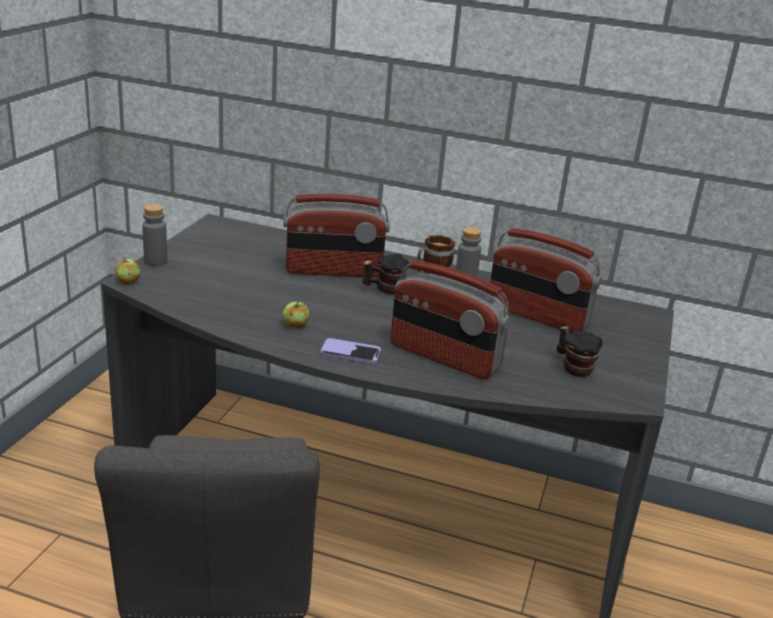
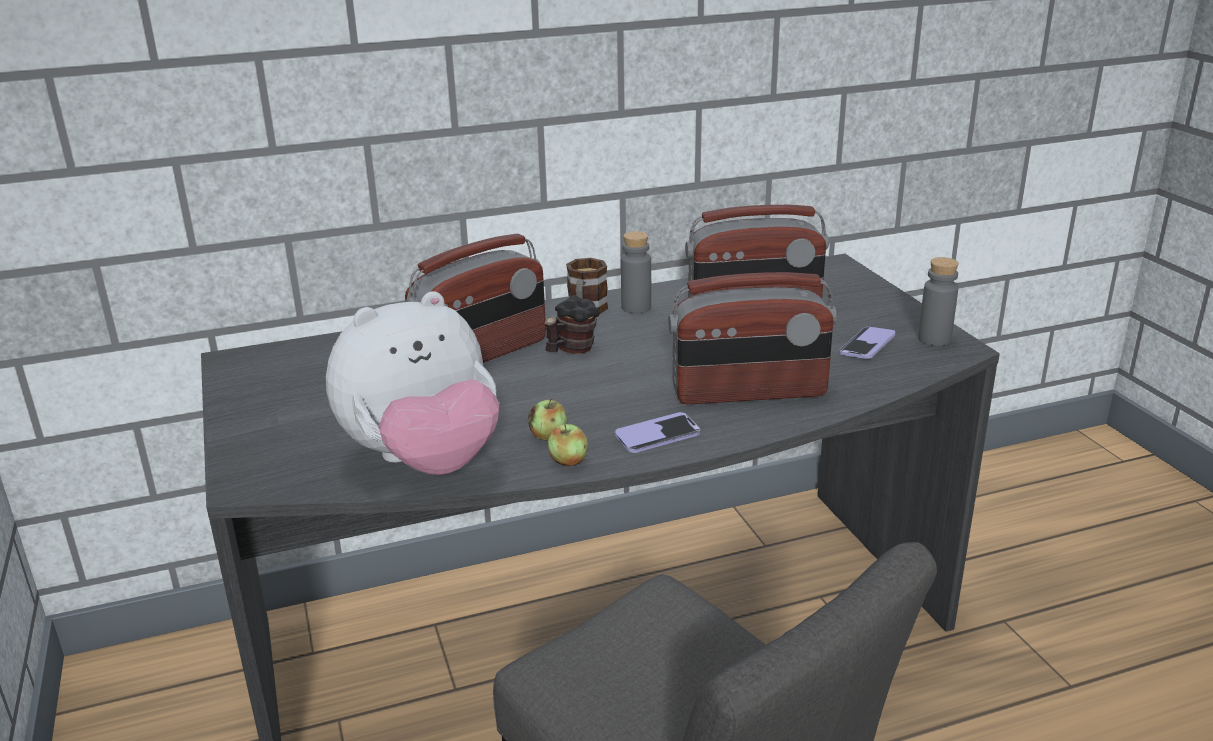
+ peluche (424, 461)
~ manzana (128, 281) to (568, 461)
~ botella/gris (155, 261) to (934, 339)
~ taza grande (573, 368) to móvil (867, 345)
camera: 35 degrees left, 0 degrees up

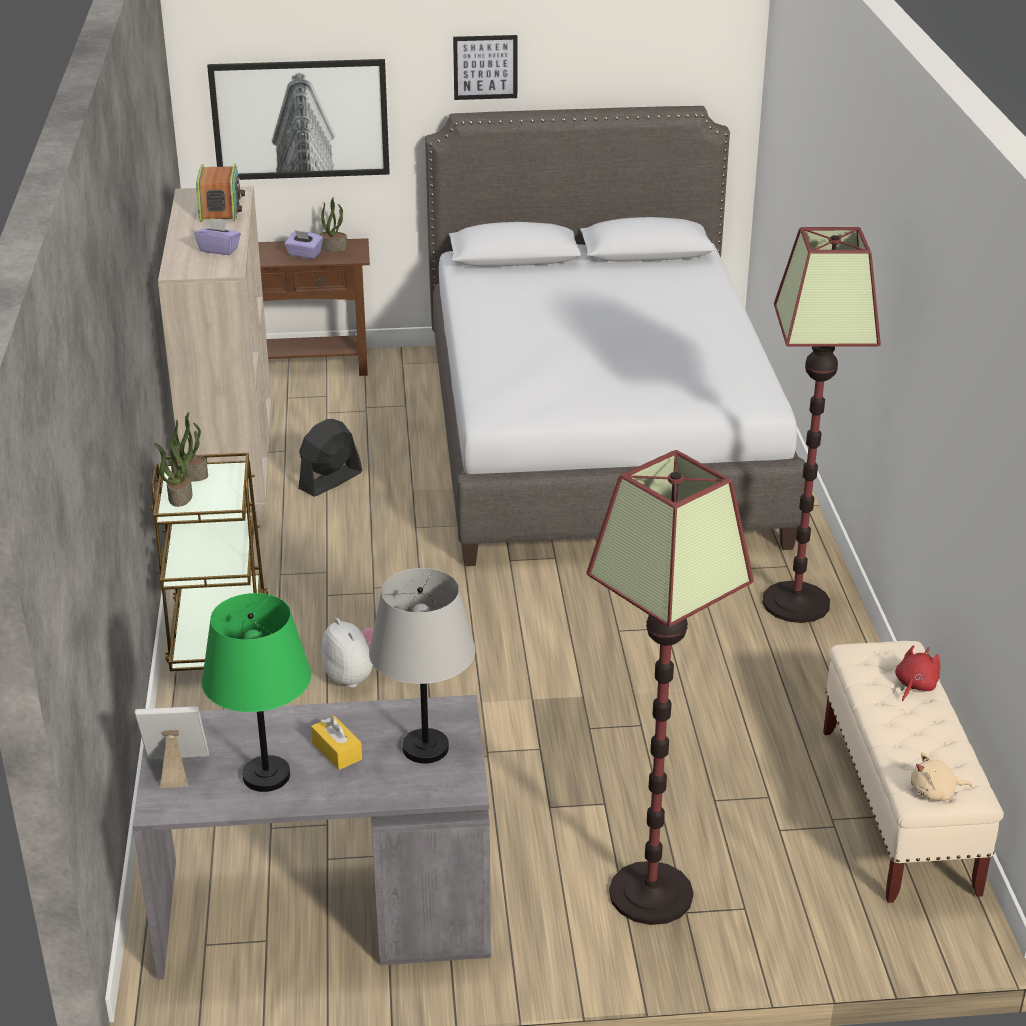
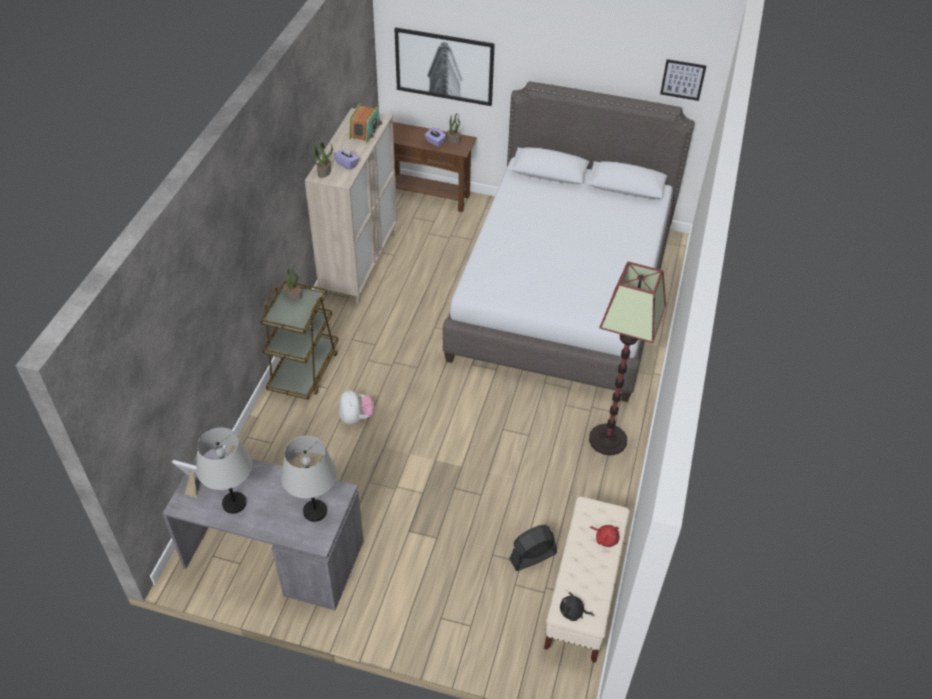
- caja de pañuelos/amarillo (337, 751)
- lámpara de pie (651, 894)
~ planta en maceta (179, 496) to (324, 171)
~ ventilador/negro (330, 480) to (532, 556)
~ cuadro (485, 67) to (683, 79)
~ lámpara de mesa/verde (265, 775) to lámpara de mesa/gris (234, 503)
~ peluche/beis (935, 792) to peluche/negro (573, 612)
~ peluche/rojo (914, 686) = (605, 538) 75 degrees clockwise
camera: 20 degrees right, 15 degrees up

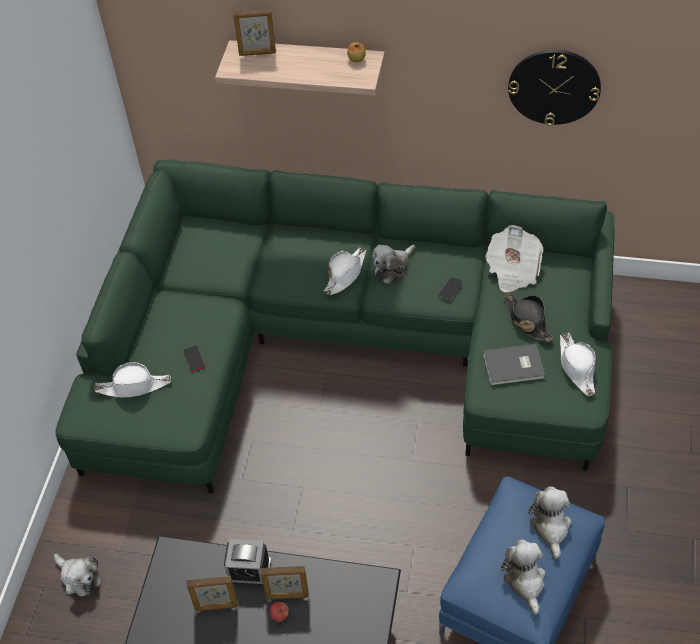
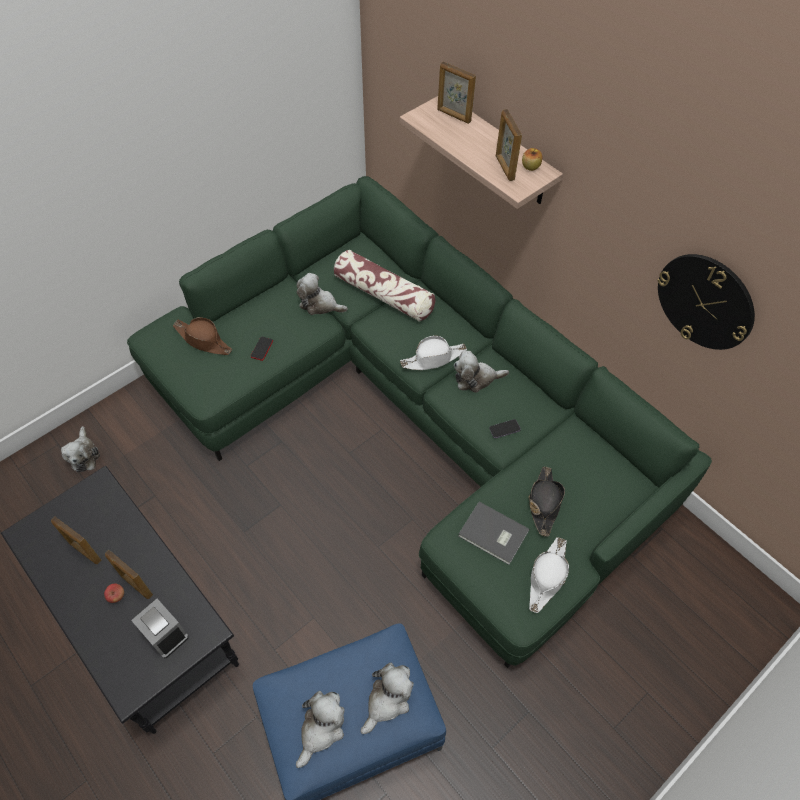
- periódico (512, 270)
+ peluche (319, 304)
+ cojín (384, 295)
+ portarretratos (504, 168)
~ despertador (248, 571) to (164, 633)
~ sombrero/blanco (134, 386) to sombrero/marrón (203, 340)
camera: 35 degrees right, 5 degrees up

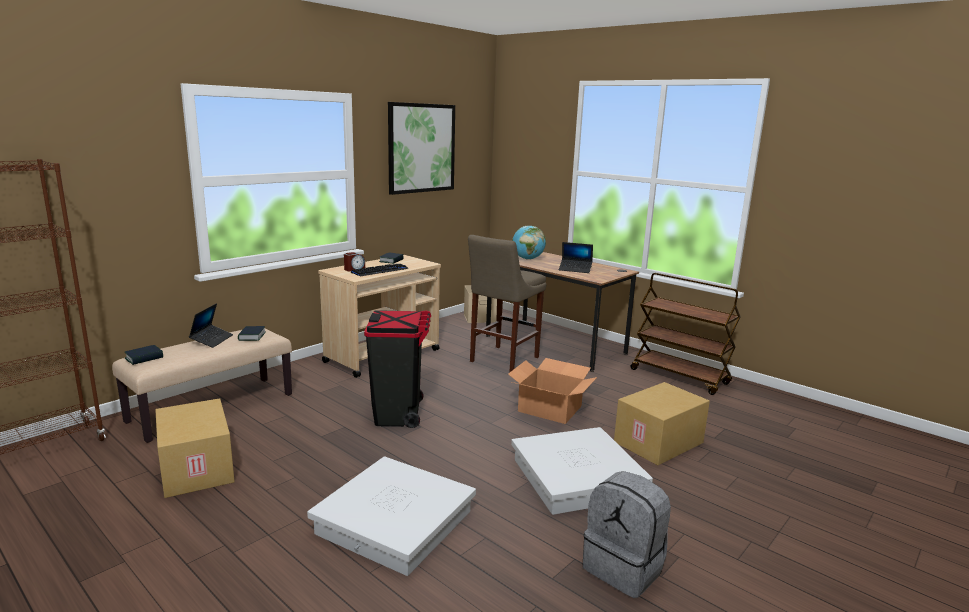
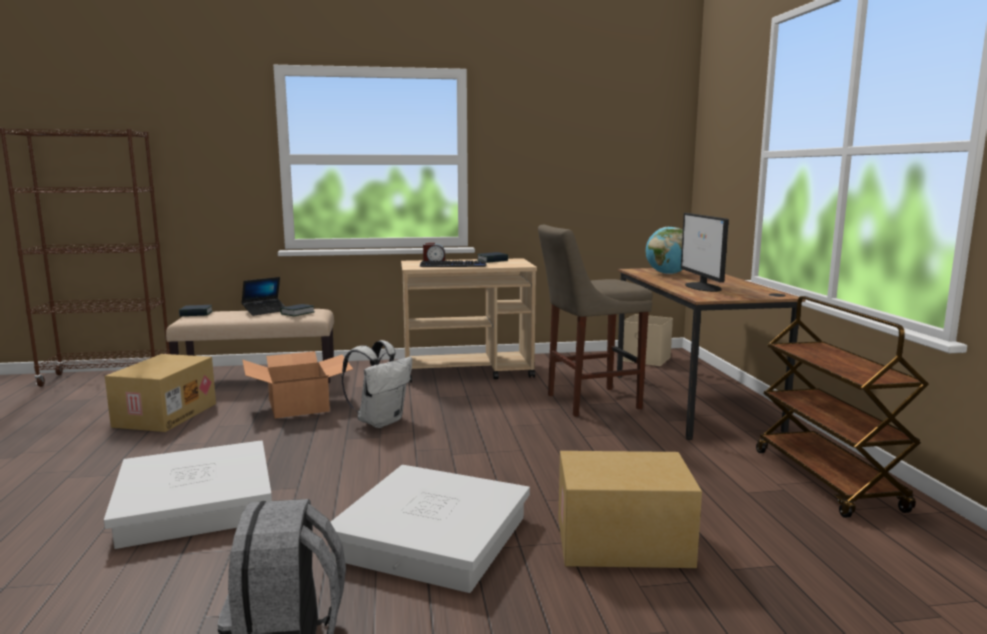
- cuadro (421, 148)
~ caja de cartón (550, 408) to (299, 405)
~ papelera/negro (398, 414) to mochila/blanco (380, 421)
~ portátil (575, 269) to monitor (703, 287)
camera: 40 degrees right, 5 degrees down

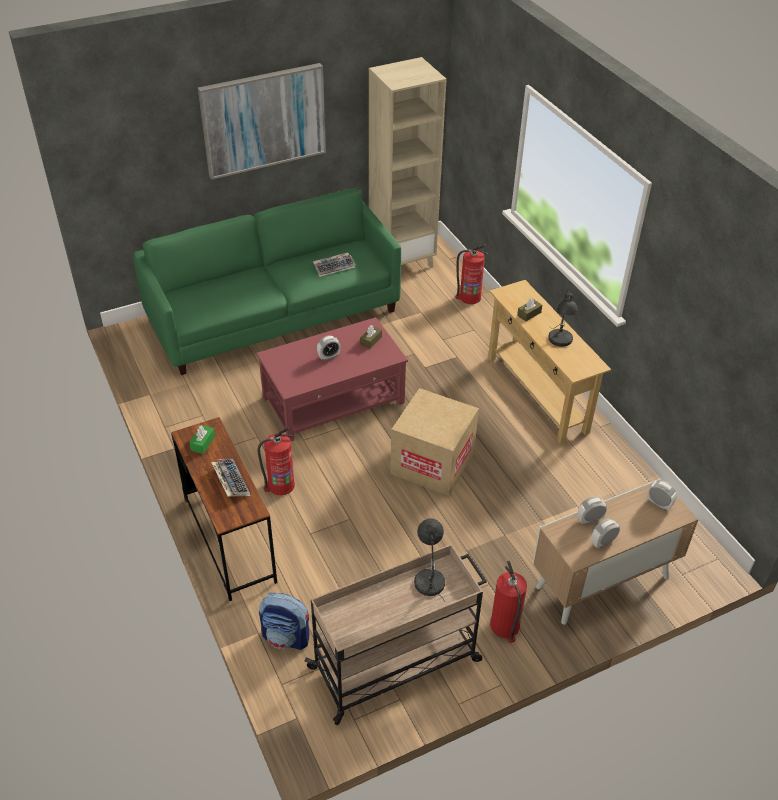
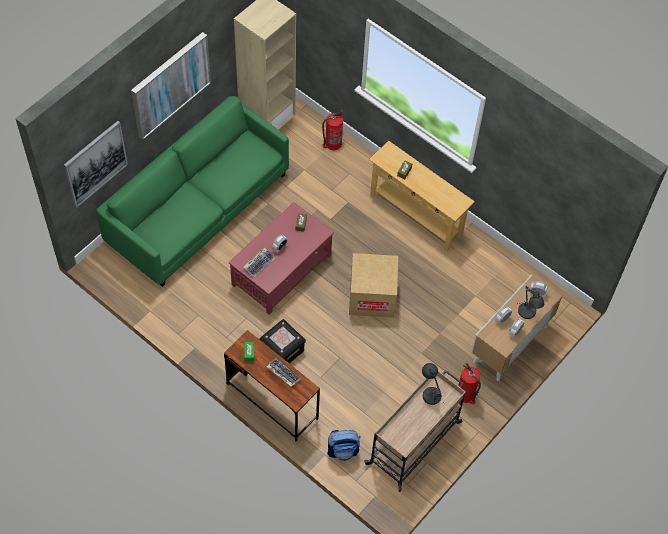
+ cuadro (95, 163)
~ teclado (334, 267) to (259, 263)
~ lámpara de mesa/gris (560, 341) to (527, 313)
~ extintor (280, 485) to caja de almacenaje/negro (282, 350)
camera: 25 degrees left, 15 degrees up

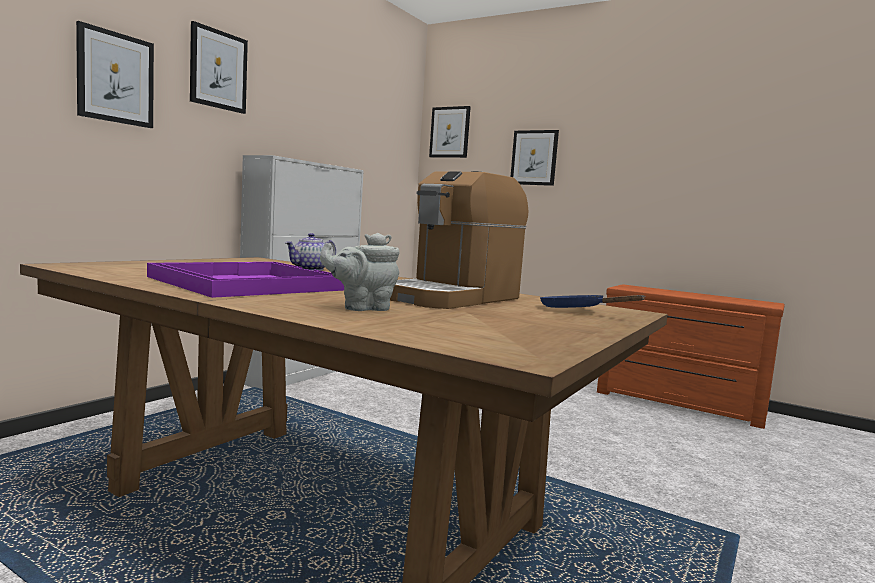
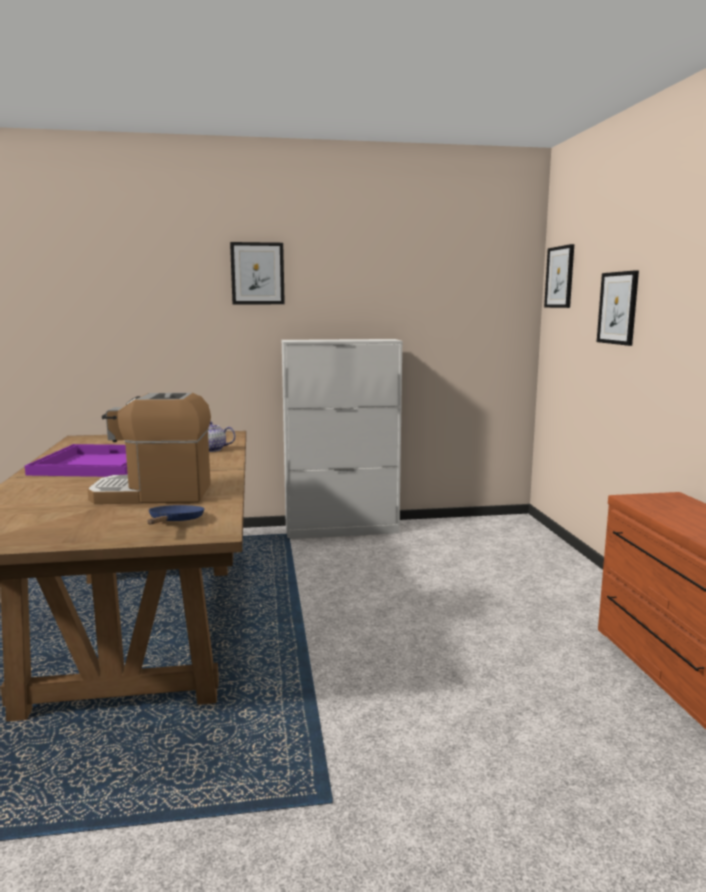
- cuadro (115, 78)
- tetera/gris (362, 308)
camera: 50 degrees right, 5 degrees up

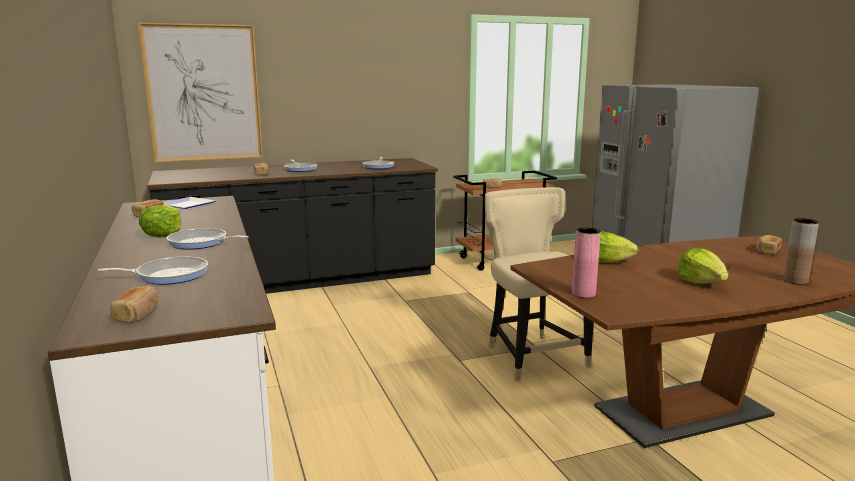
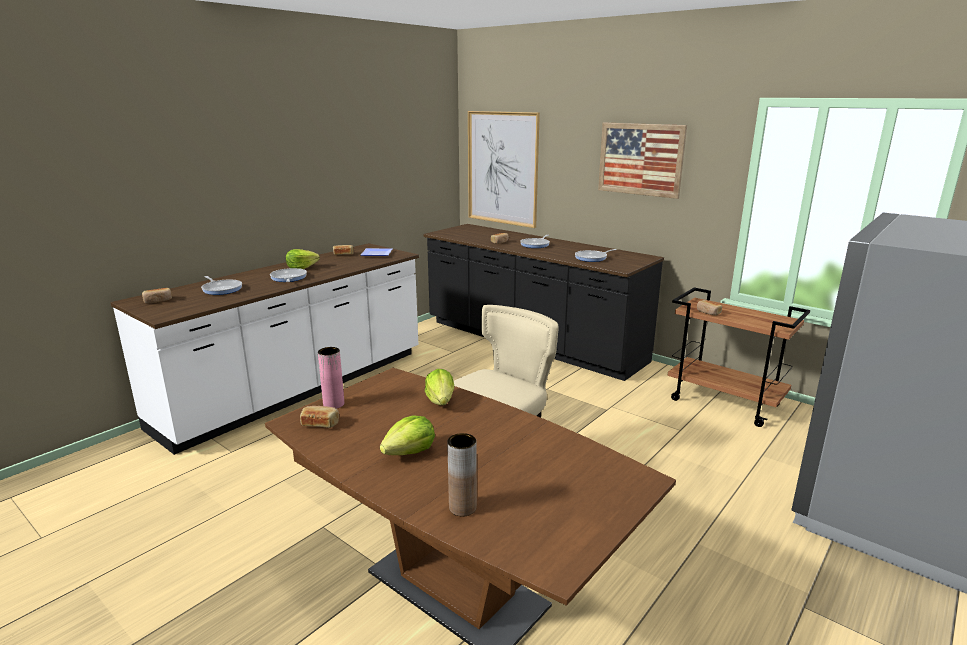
+ cuadro (640, 159)
~ pan (767, 251) to (320, 423)
camera: 60 degrees right, 5 degrees up

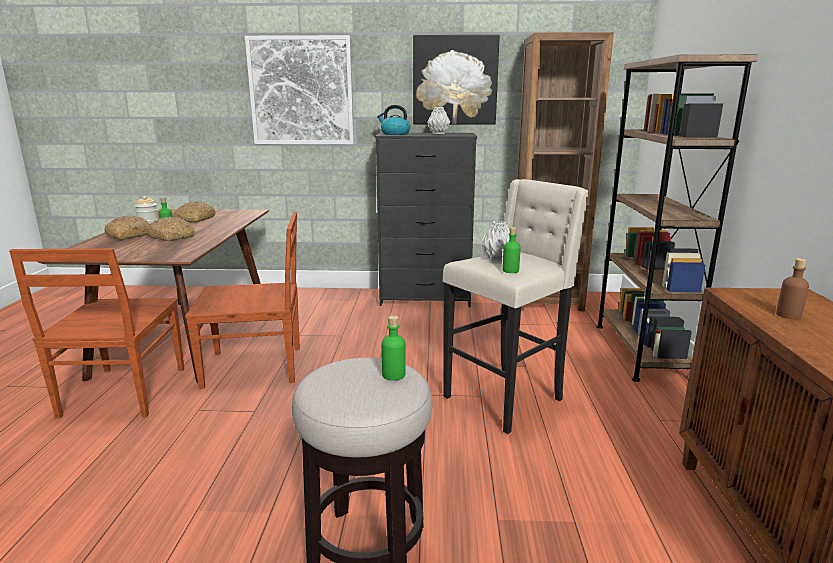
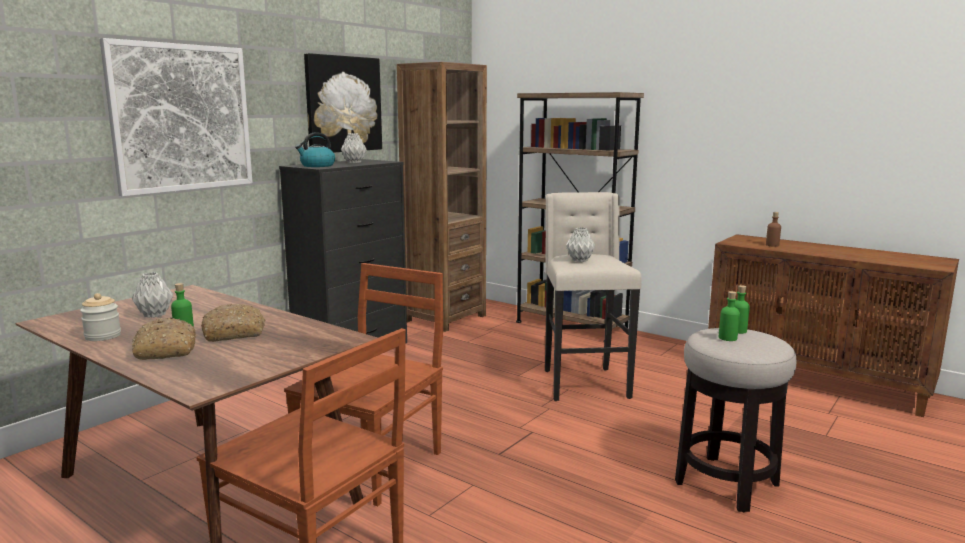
~ botella/verde (510, 270) to (727, 338)
~ pan (195, 219) to florero/gris (155, 315)
camera: 55 degrees left, 5 degrees down

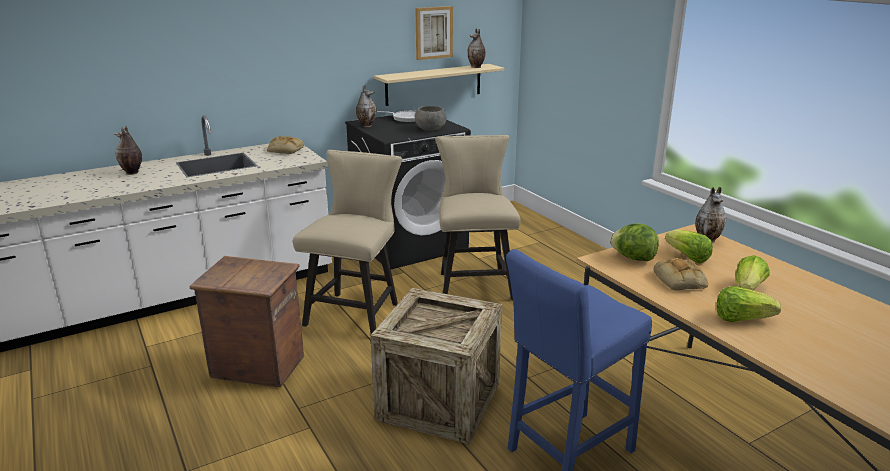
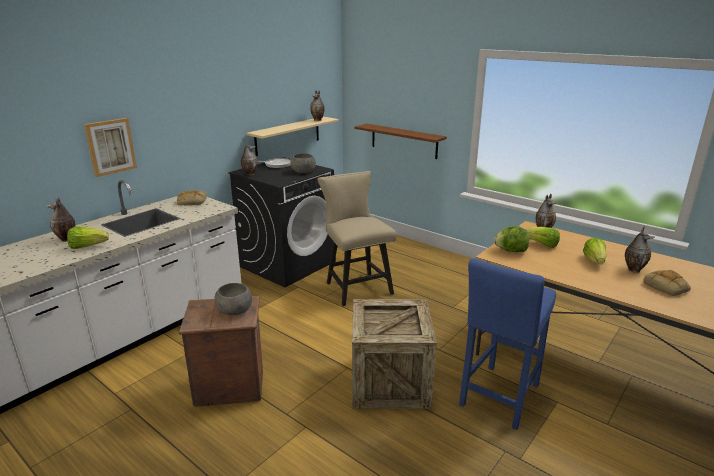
- silla/beis (356, 311)
+ cuenco/gris (235, 310)
+ estante/marrón (404, 141)
+ florero (633, 269)
~ cuadro (433, 32) to (110, 146)
~ pan (681, 281) to (667, 287)
~ lechuga (741, 319) to (88, 246)
camera: 20 degrees left, 0 degrees up

